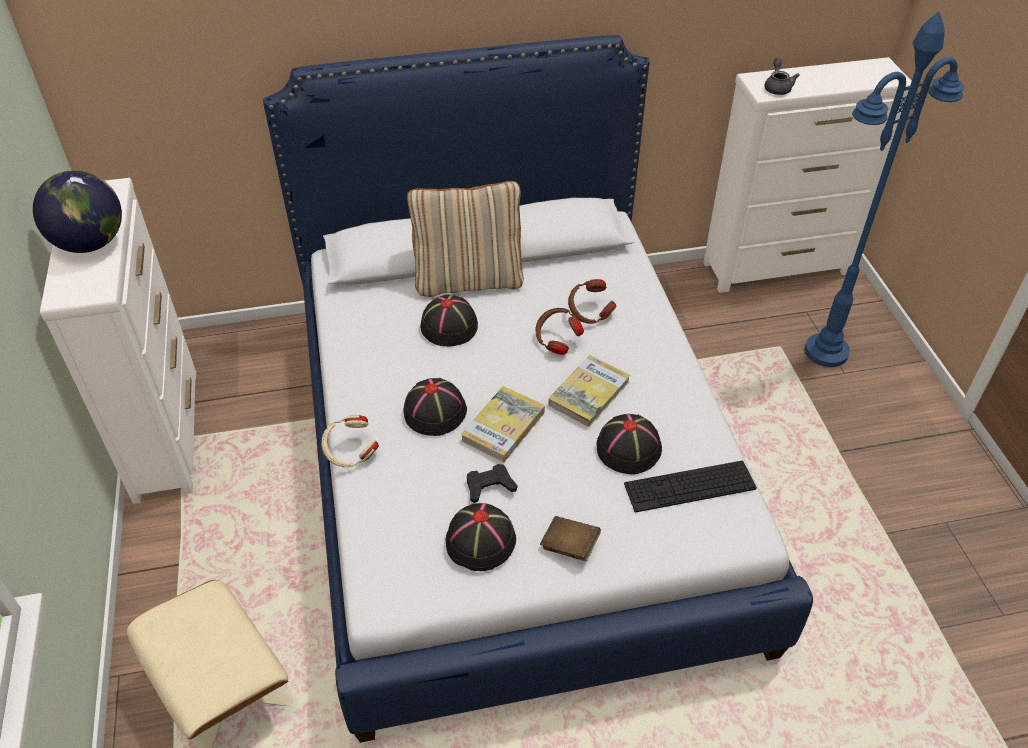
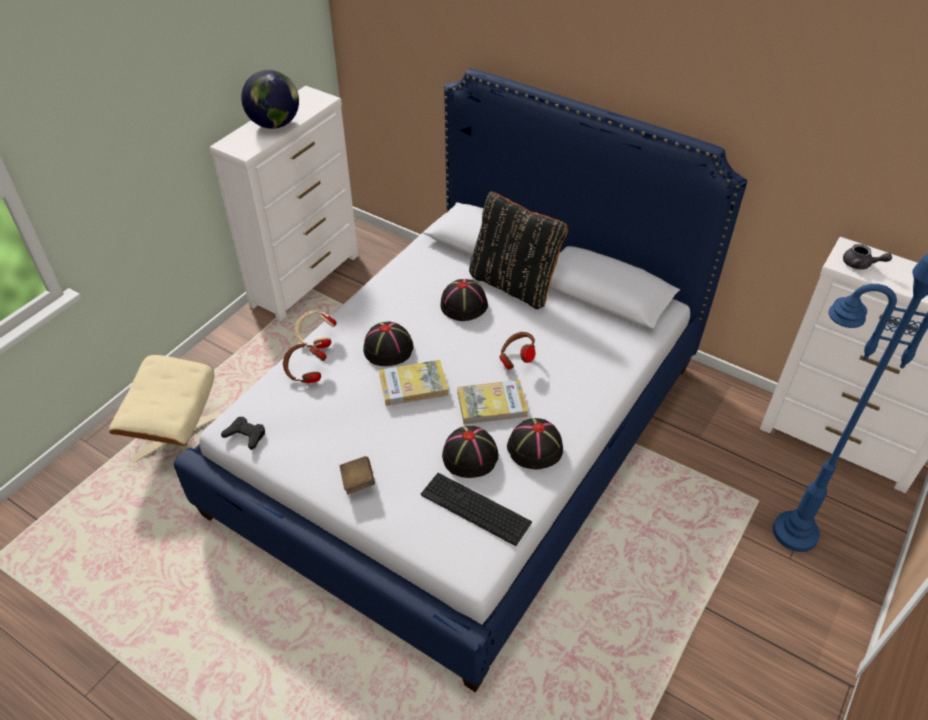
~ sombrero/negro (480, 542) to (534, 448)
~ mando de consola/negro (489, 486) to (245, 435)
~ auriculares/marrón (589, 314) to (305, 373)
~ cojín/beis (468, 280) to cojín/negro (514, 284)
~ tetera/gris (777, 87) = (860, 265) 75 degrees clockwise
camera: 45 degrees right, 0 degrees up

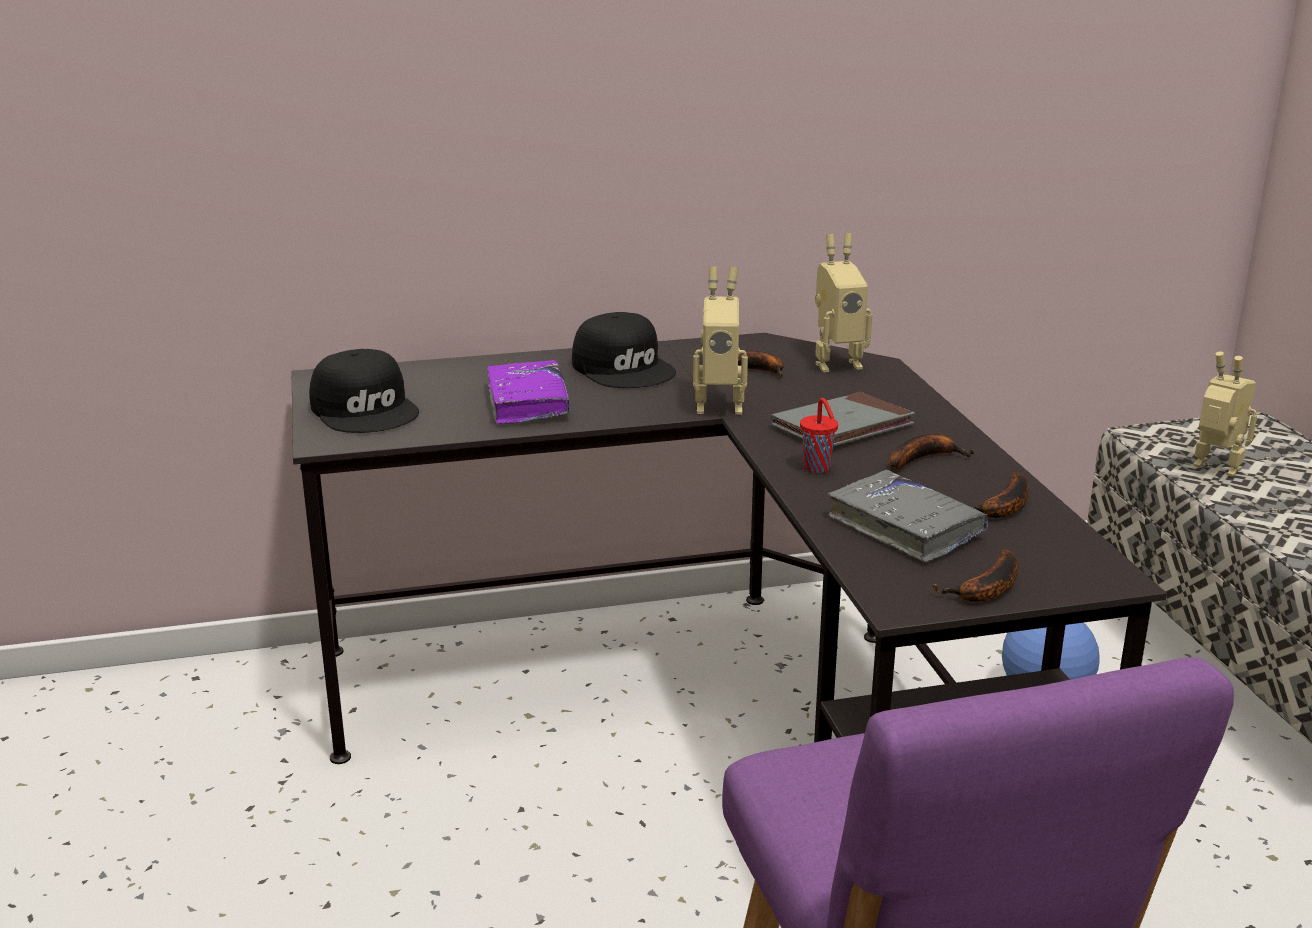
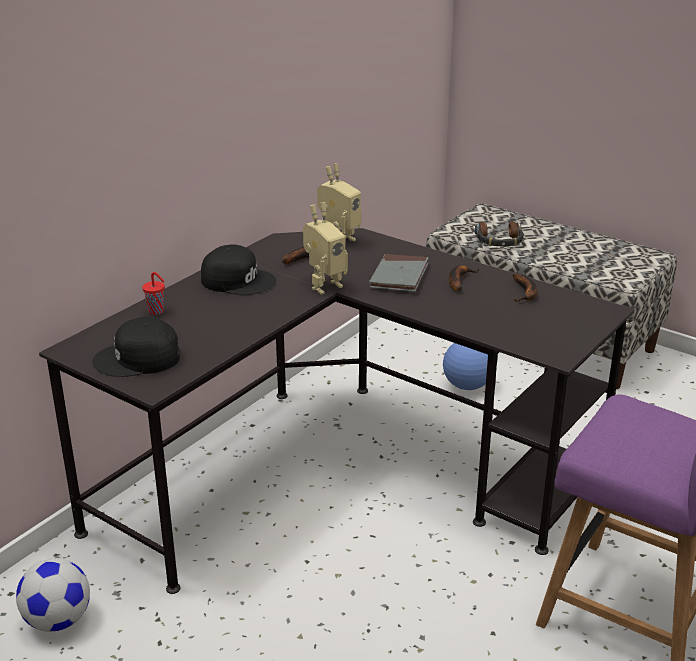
- libro/morado (528, 403)
- libro/gris (905, 528)
- plátano (987, 589)
+ balón de fútbol (58, 620)
~ taza/rojo (817, 469) to (157, 312)
~ robot de juguete (1214, 470) to auriculares (499, 241)
~ gorra/negro (366, 409) = (138, 359) 150 degrees clockwise
camera: 40 degrees left, 5 degrees up

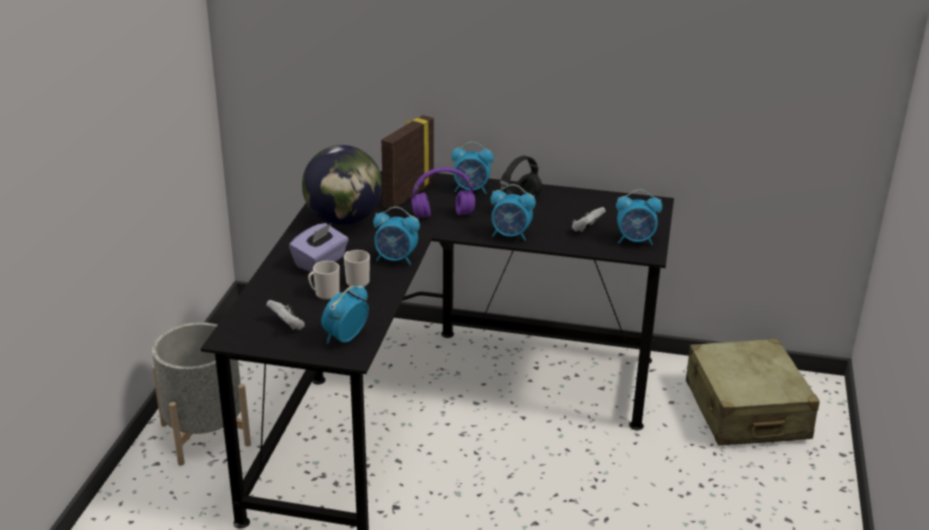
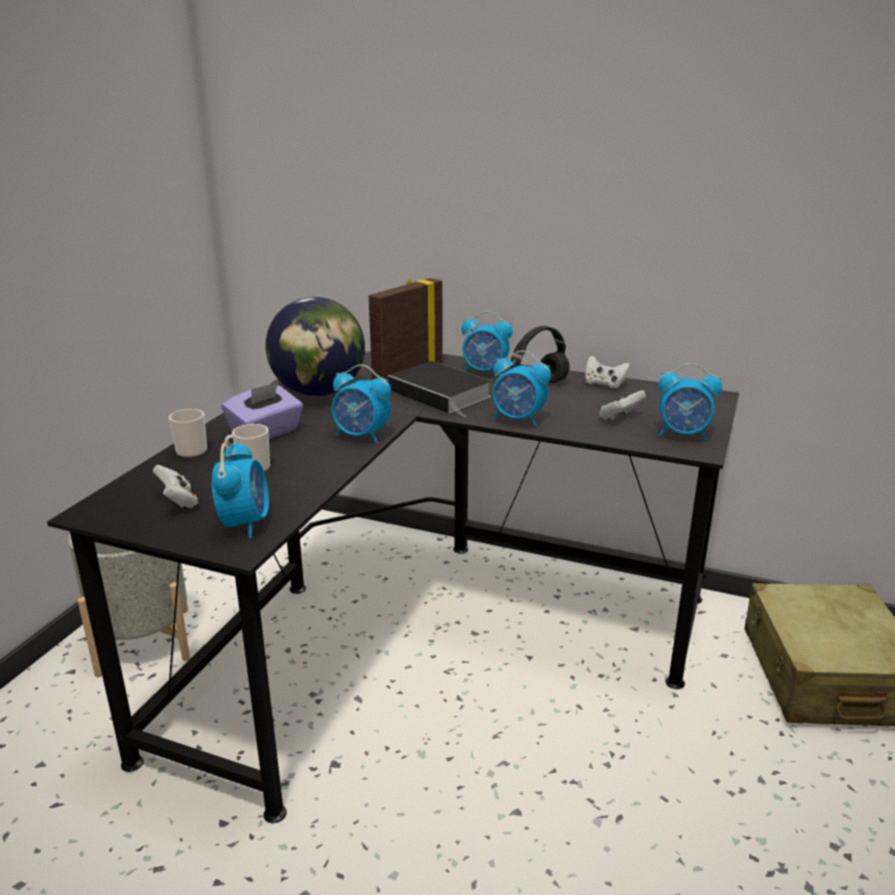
+ mando de consola/blanco (604, 384)
~ taza grande (356, 280) to (190, 449)
~ auriculares/morado (444, 215) to libro (442, 394)
~ despertador (345, 338) = (245, 523) 135 degrees clockwise
camera: 10 degrees right, 5 degrees down

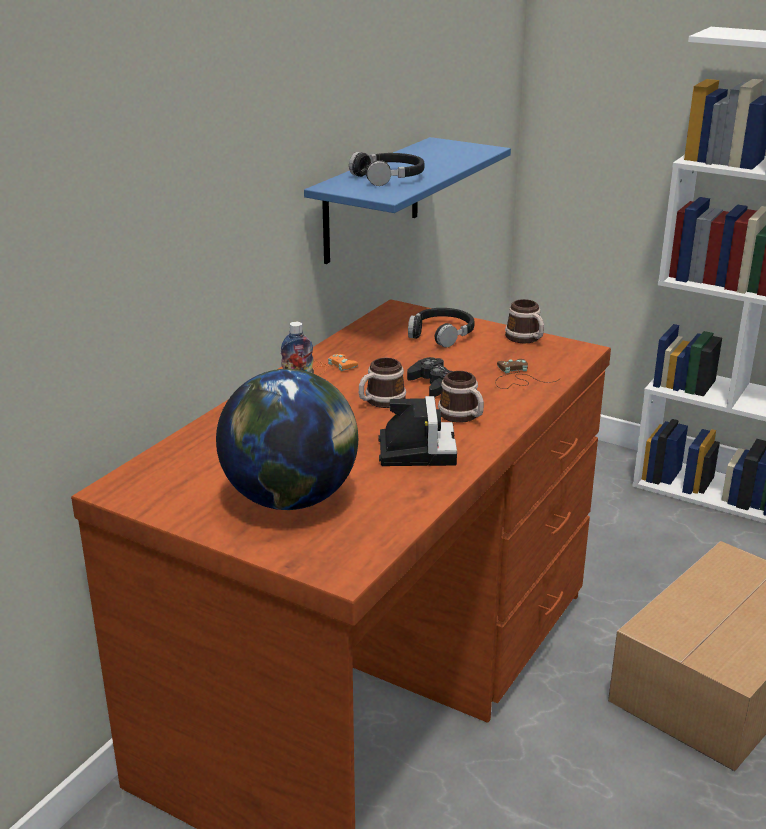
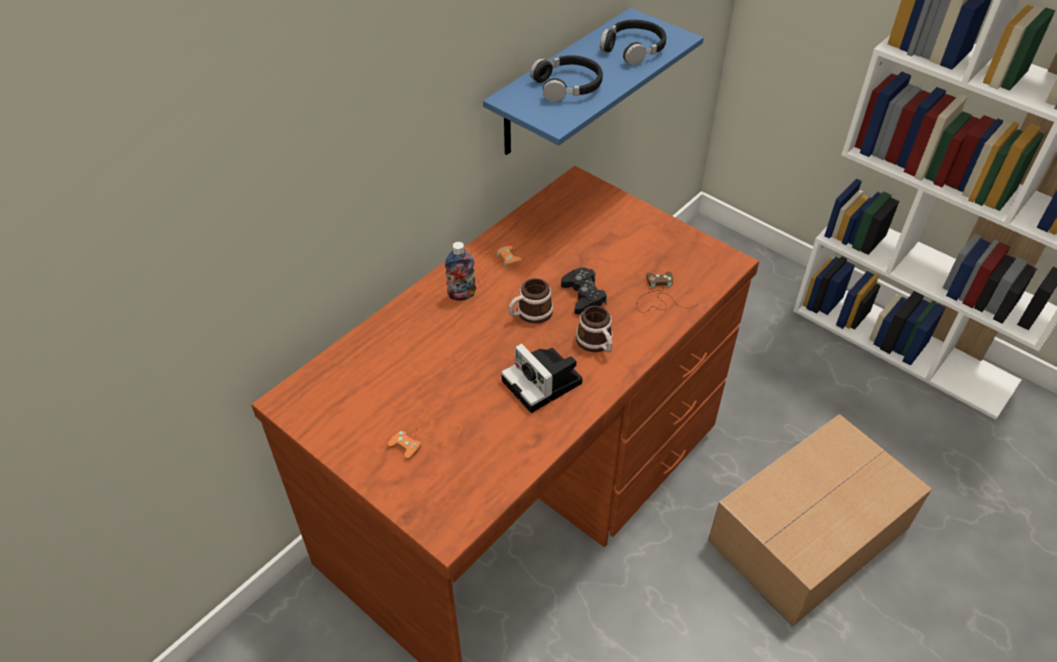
- taza grande (526, 339)
~ auriculares/negro (441, 334) to (633, 49)
~ globo terráqueo (291, 499) to mando de consola/naranja (425, 433)
~ cámara (415, 449) = (544, 383) 135 degrees clockwise
camera: 10 degrees right, 20 degrees up

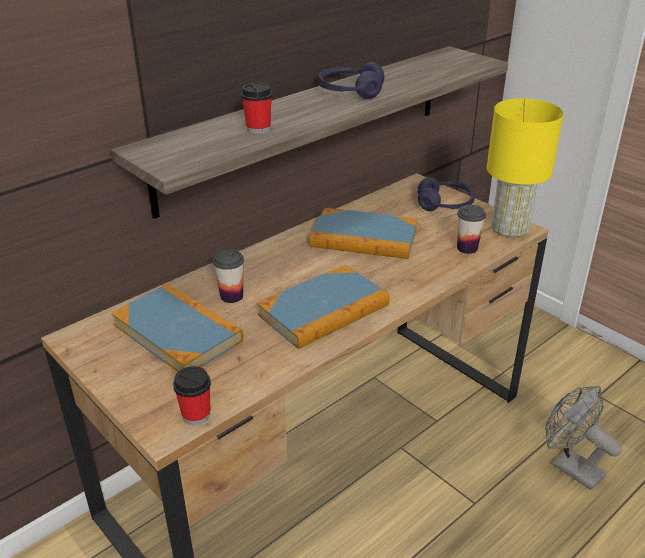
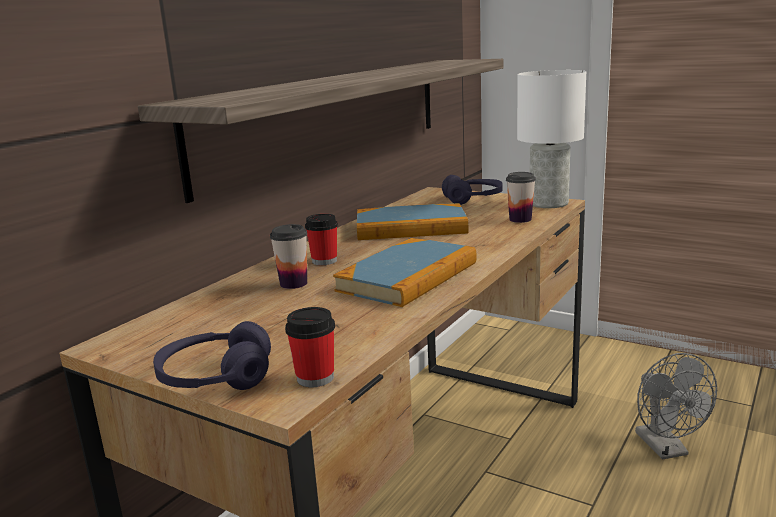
- libro (178, 332)
~ taza (258, 129) to (324, 261)
~ auriculares/morado (350, 92) to (216, 377)
~ lámpara de mesa/amarillo (510, 228) to lámpara de mesa/blanco (549, 203)
~ ventilador/gris (570, 467) = (666, 449) 135 degrees counterclockwise
camera: 15 degrees left, 15 degrees down

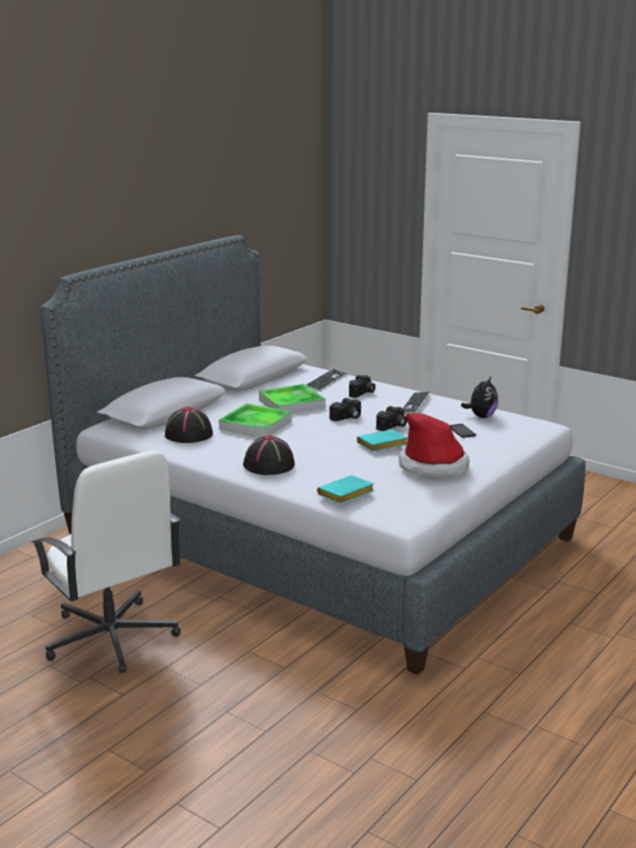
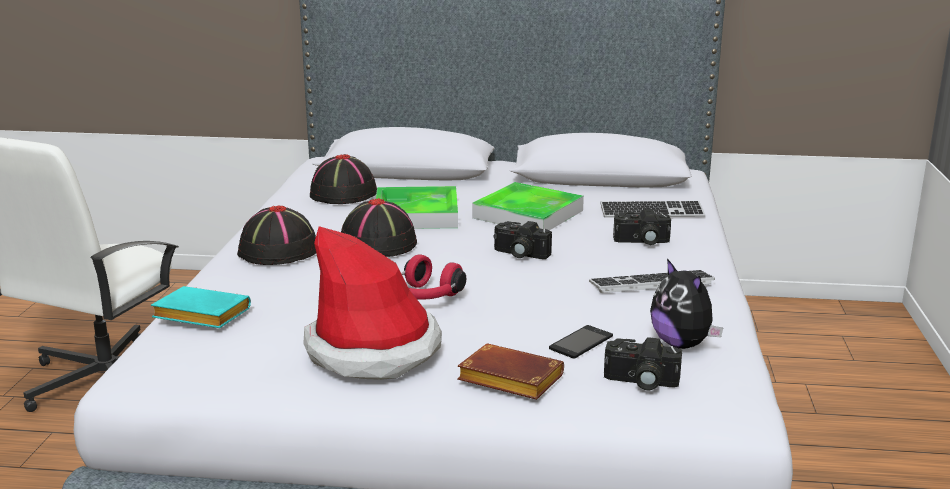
+ sombrero/negro (378, 245)
+ libro/marrón (507, 380)
~ cámara (393, 426) to (640, 382)
~ libro/turquesa (381, 445) to auriculares/rojo (424, 296)
~ peluche (481, 416) = (682, 344) 60 degrees clockwise
camera: 60 degrees right, 0 degrees up

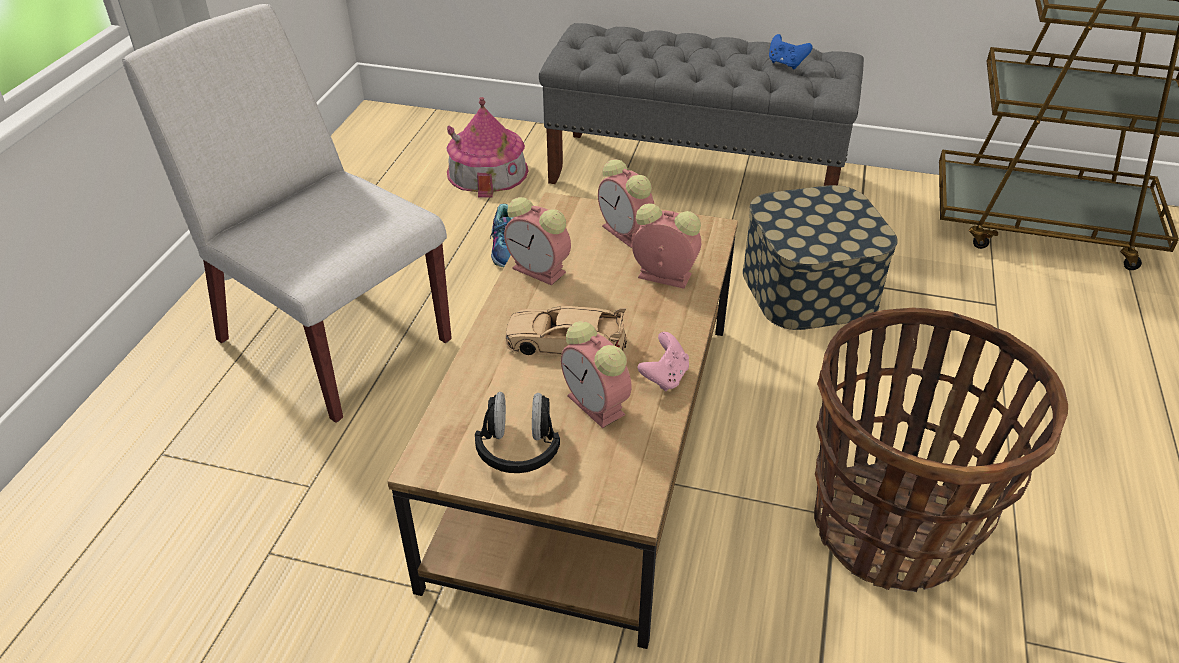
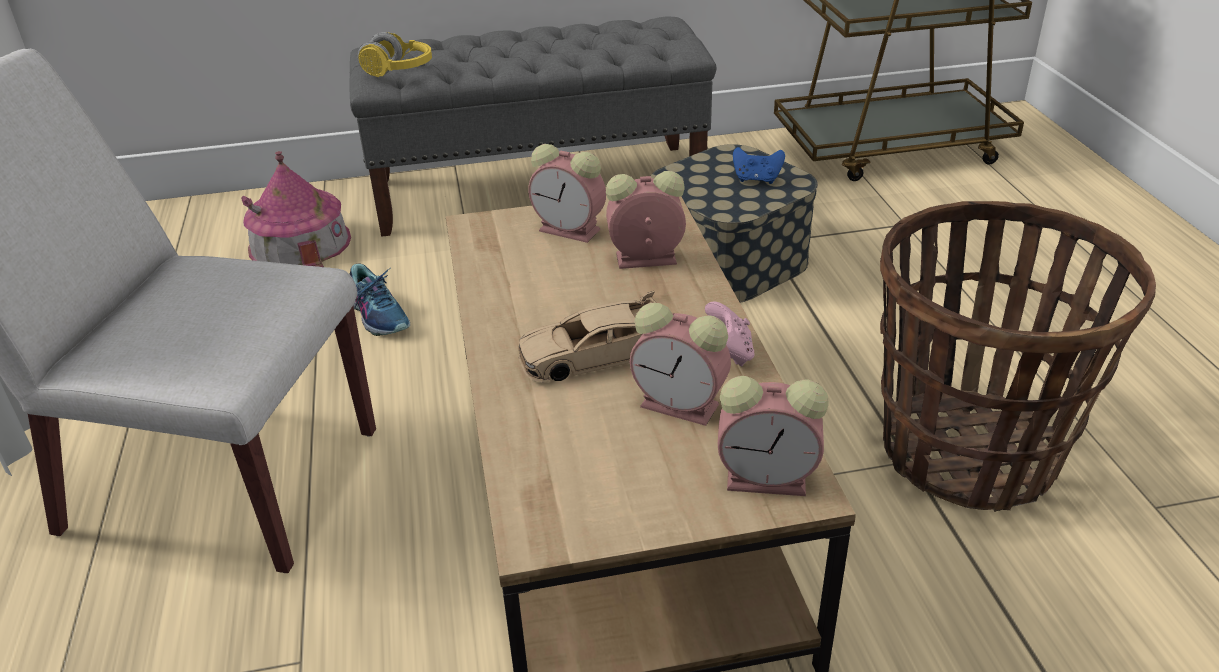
- auriculares/negro (519, 449)
+ auriculares/amarillo (398, 72)
~ despertador (541, 271) to (770, 478)
~ mando de consola/azul (786, 64) to (756, 179)
camera: 25 degrees left, 5 degrees down

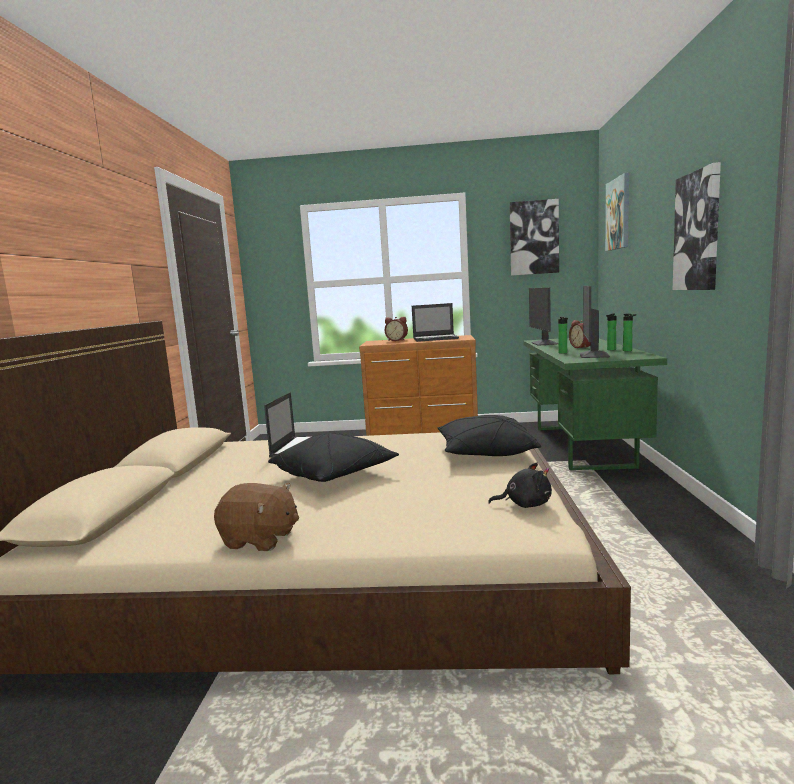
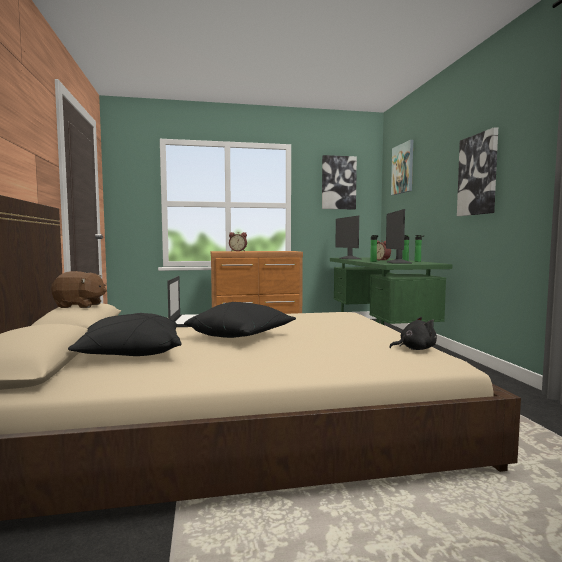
- portátil (436, 338)
~ peluche/marrón (260, 540) to (80, 306)
~ cojín/negro (485, 453) to (131, 353)
camera: 15 degrees left, 5 degrees down

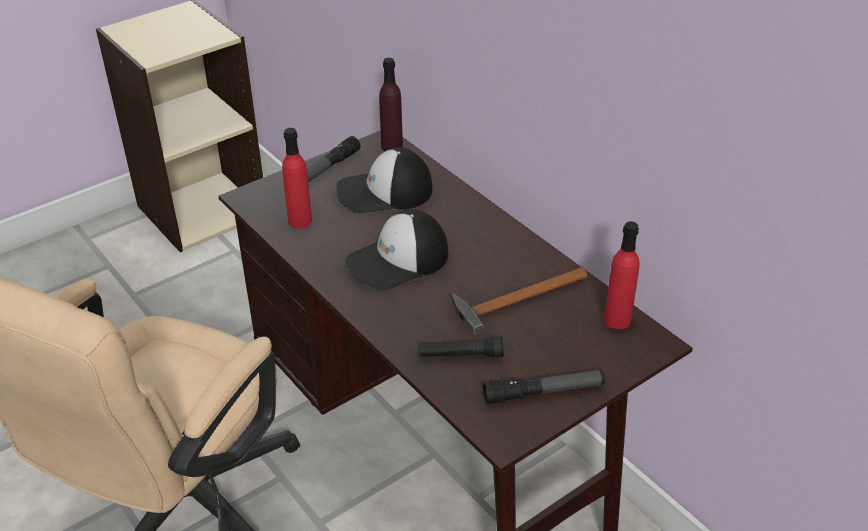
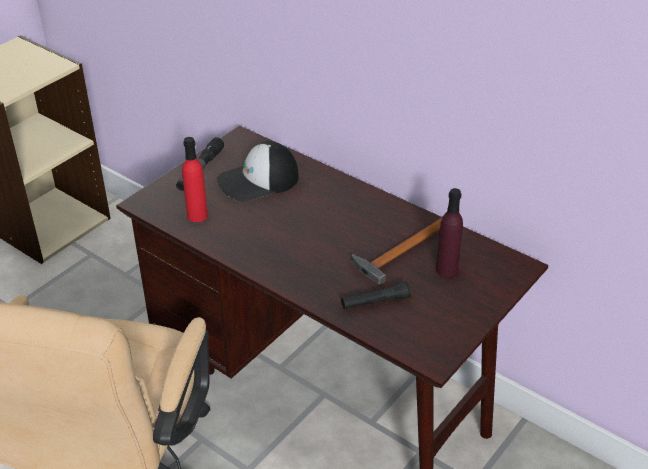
- gorra (398, 261)
- linterna (543, 392)
- botella/rojo (617, 320)
~ botella/morado (392, 146) to (446, 269)
camera: 15 degrees left, 0 degrees up

